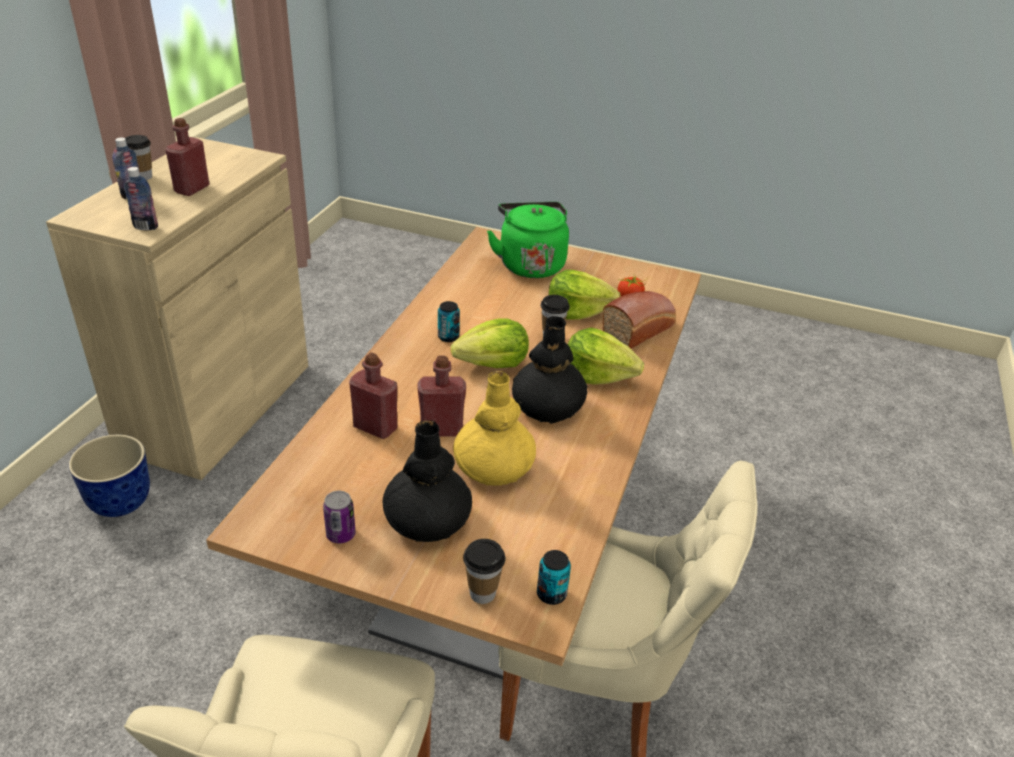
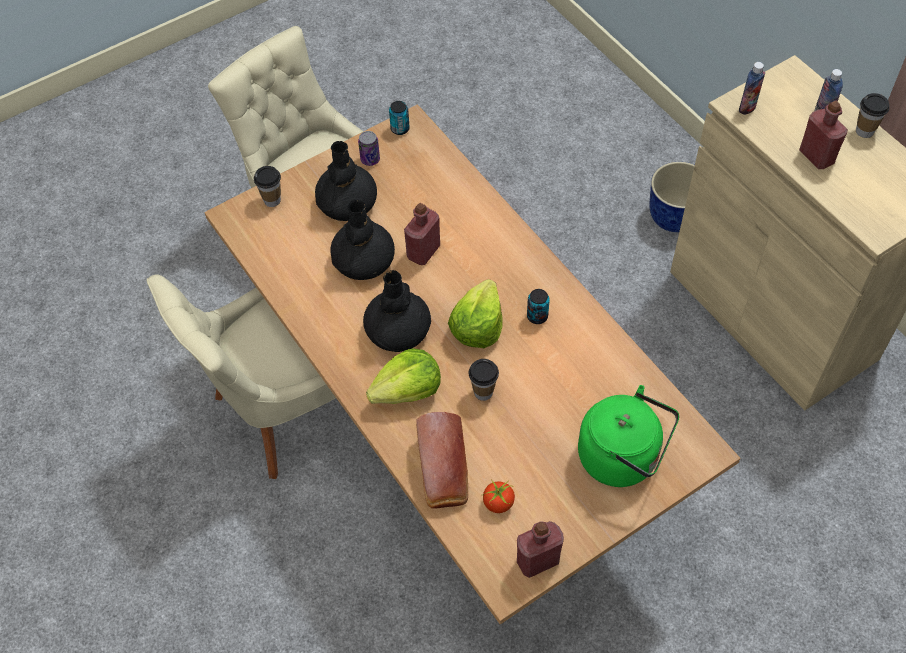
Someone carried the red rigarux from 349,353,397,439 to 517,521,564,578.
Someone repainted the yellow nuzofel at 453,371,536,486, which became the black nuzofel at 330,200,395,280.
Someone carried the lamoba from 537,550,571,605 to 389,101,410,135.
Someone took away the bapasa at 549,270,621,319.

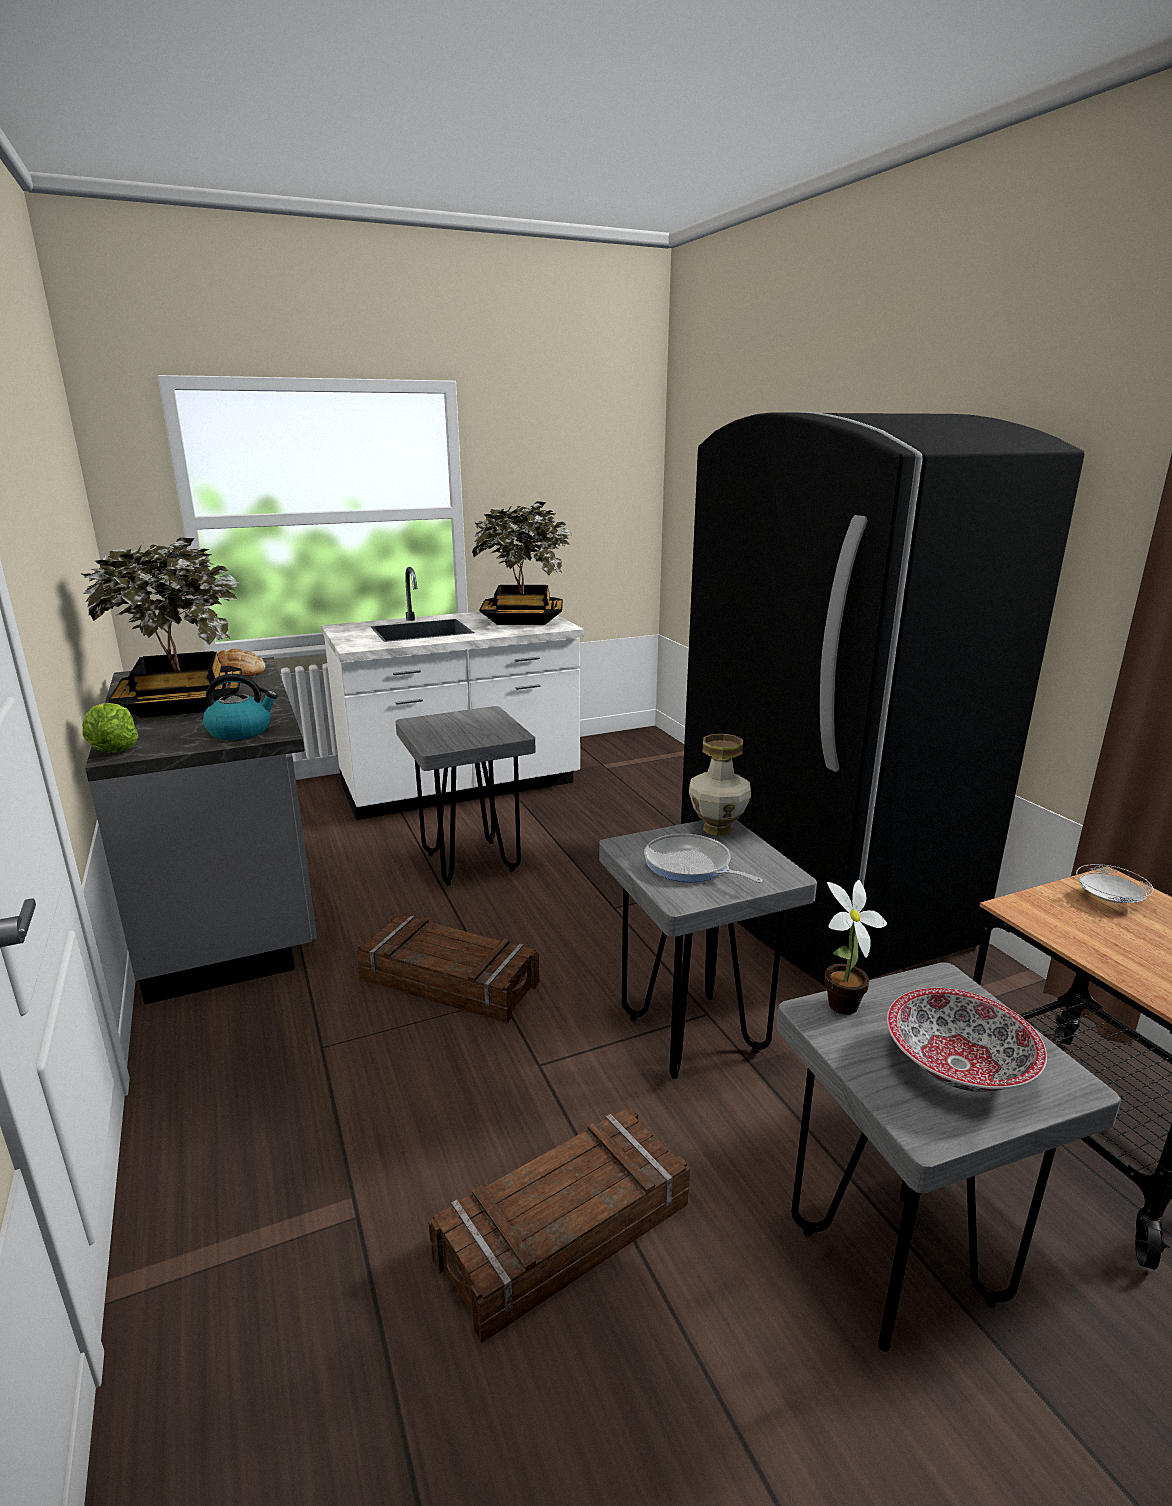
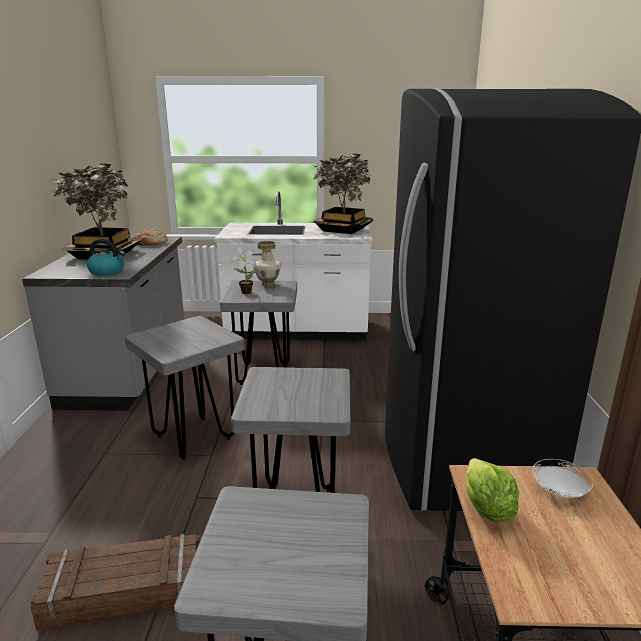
Someone carried the bapasa from 82,703,138,753 to 466,458,519,522.
Someone swapped the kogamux at 357,914,539,1023 for the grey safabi at 125,316,245,460.
Someone took away the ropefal at 644,834,763,883.
Someone carried the nuzofel from 689,734,751,836 to 253,241,281,287.
Someone carried the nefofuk from 824,880,887,1015 to 230,248,257,294.
Someone took away the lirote at 887,988,1047,1092.

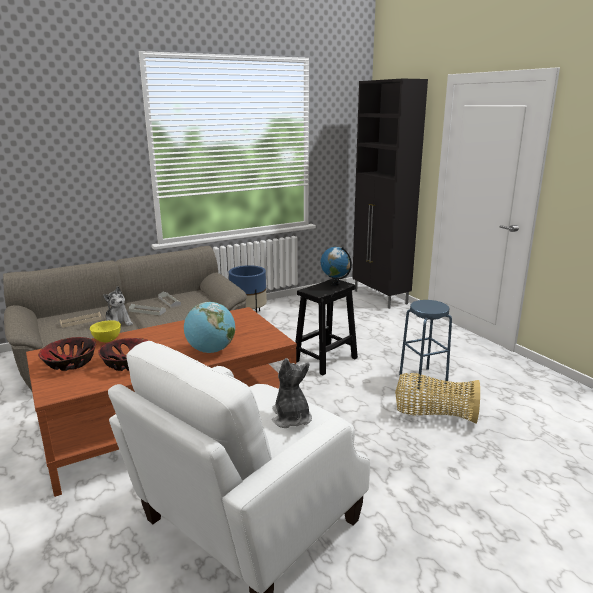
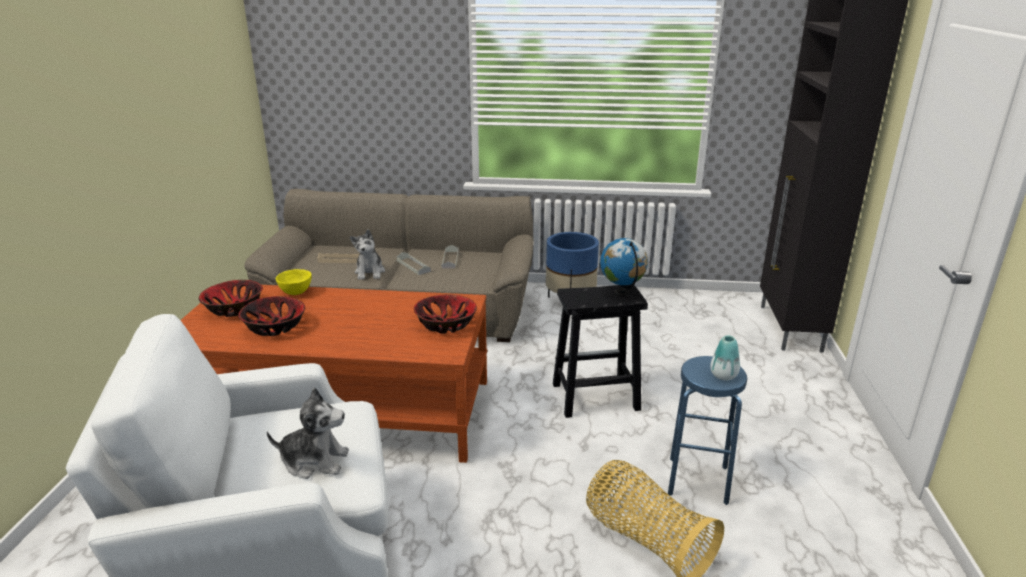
Someone took away the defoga at 184,302,235,353.
Someone rotated the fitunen at 272,358,312,428 by 75 degrees clockwise.
Someone put down the lirote at 414,295,477,334.
Someone put down the nuzofel at 710,336,740,380.

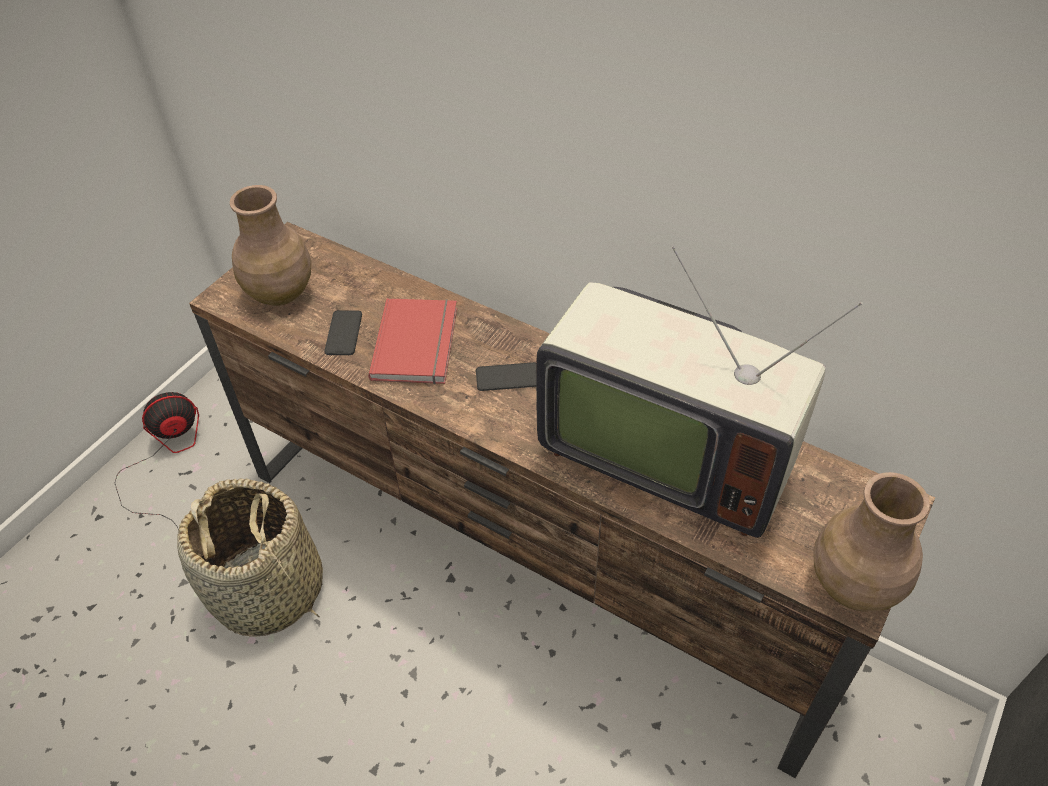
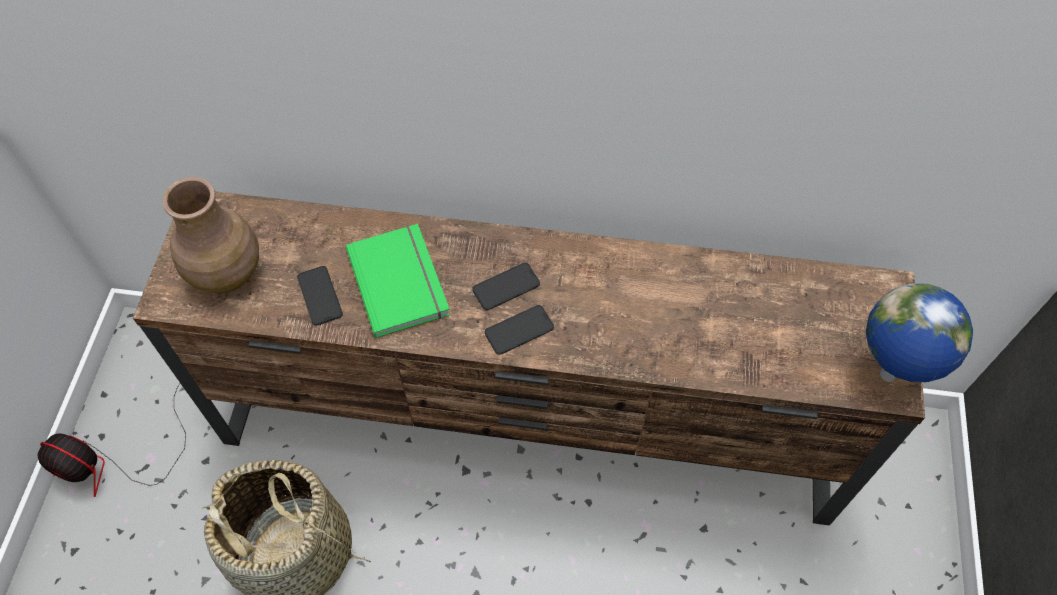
Someone rotated the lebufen at 115,392,199,530 by 105 degrees counterclockwise.
Someone repainted the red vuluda at 368,298,457,384, which became the green vuluda at 346,224,450,338.
Someone took away the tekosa at 536,246,863,538.
Someone swapped the brown nuzofel at 813,472,930,611 for the defoga at 866,283,973,382.
Someone put down the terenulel at 485,305,554,355.

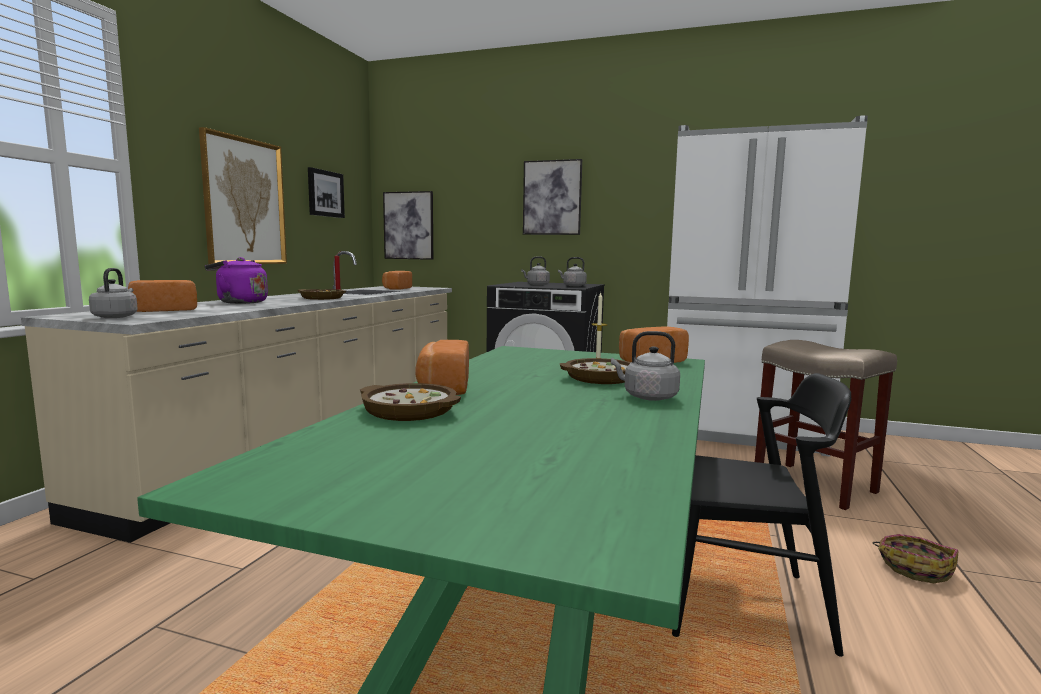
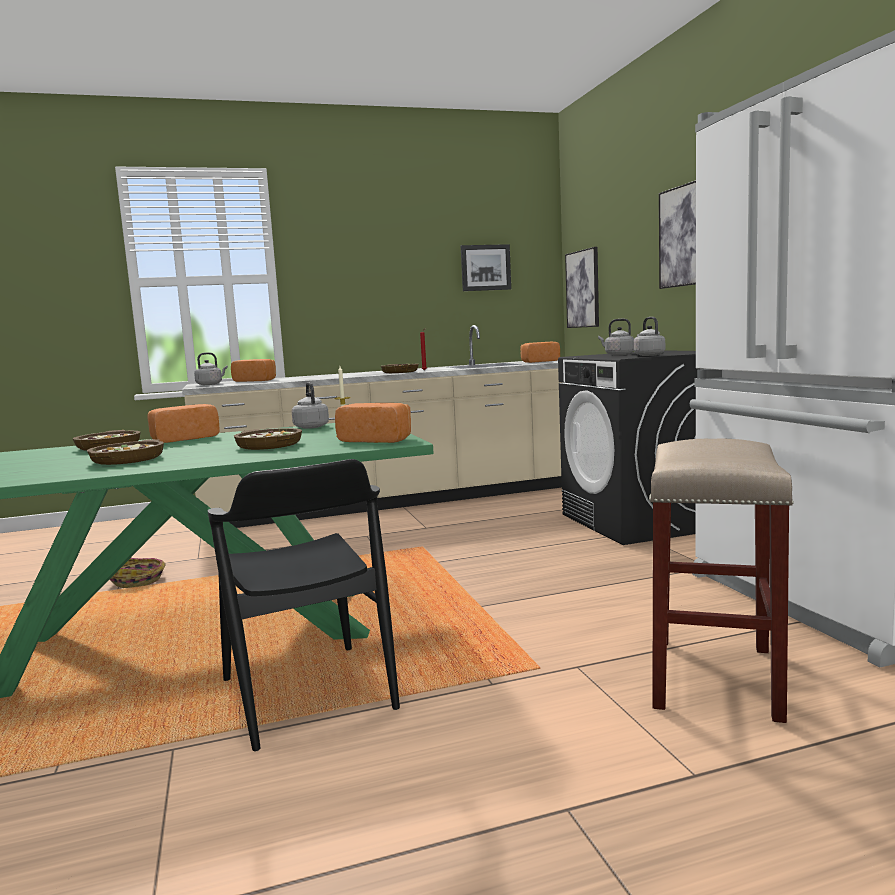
Someone took away the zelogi at 199,127,287,264.
Someone took away the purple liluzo at 205,257,268,304.
Someone carried the grey liluzo from 611,331,680,401 to 292,382,329,429.
Someone carried the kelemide from 873,534,959,583 to 109,558,166,588.
Someone put down the lirote at 87,439,164,465.

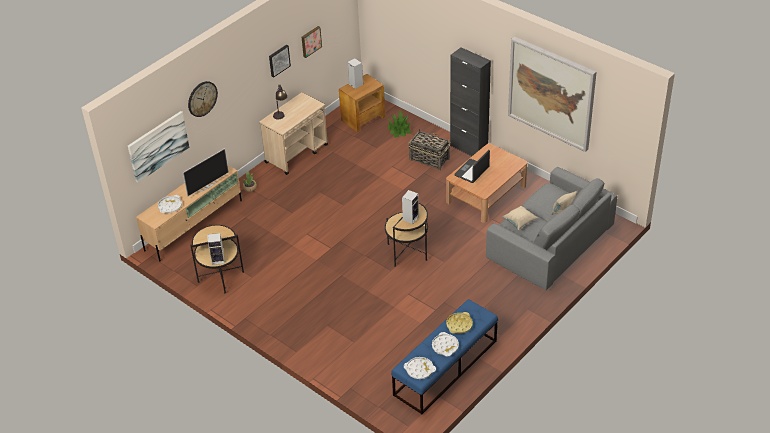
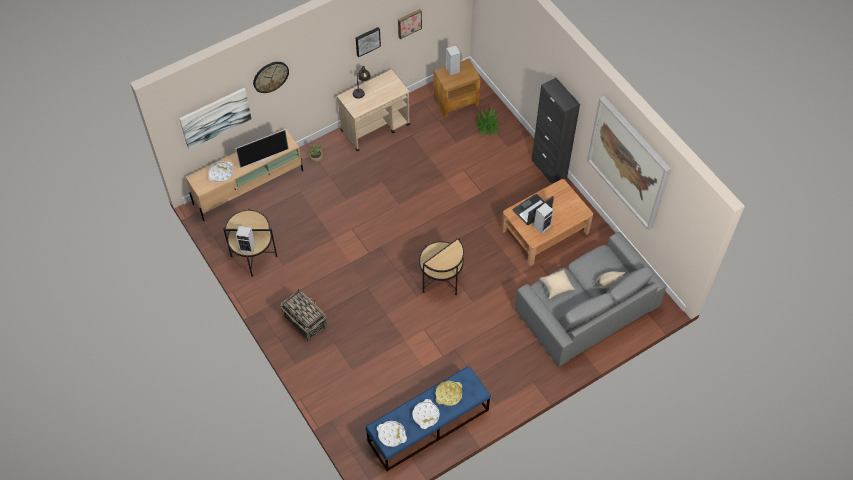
Someone carried the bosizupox from 402,190,419,224 to 534,203,554,234.
Someone carried the kelemide from 408,129,451,170 to 280,289,327,342.

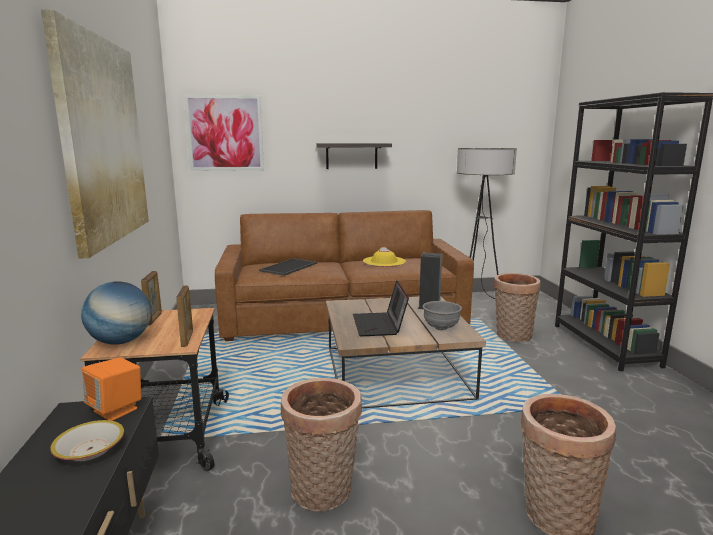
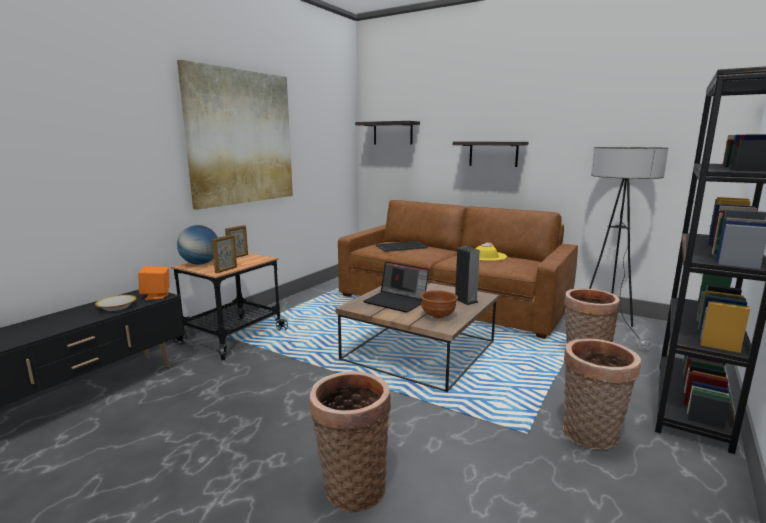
Someone swapped the zelogi at 184,95,264,171 for the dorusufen at 355,121,420,145.
Someone carried the kelemide from 281,378,362,511 to 563,338,641,450.
Someone rotated the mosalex at 353,280,409,336 by 90 degrees counterclockwise.
Someone repainted the grey lirote at 423,301,462,330, which became the brown lirote at 420,290,458,319.

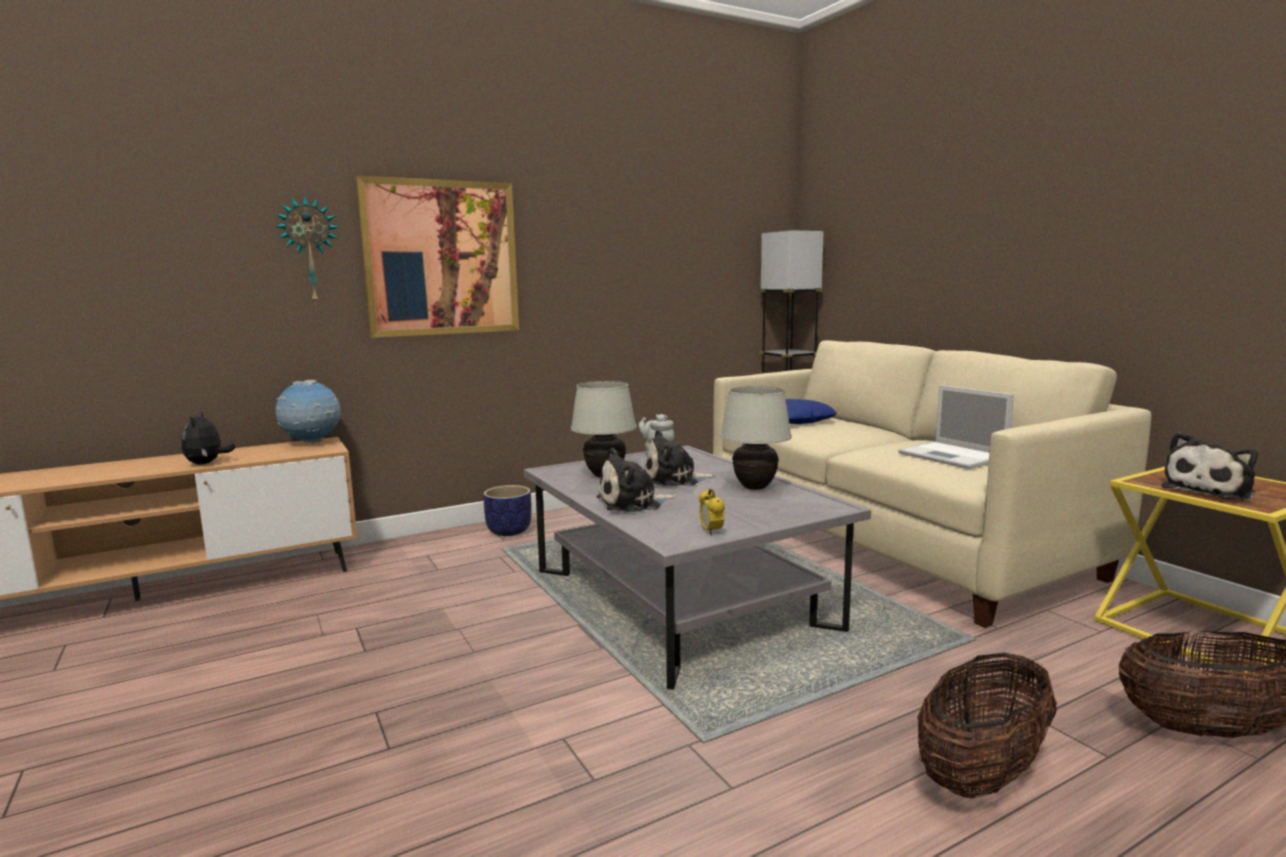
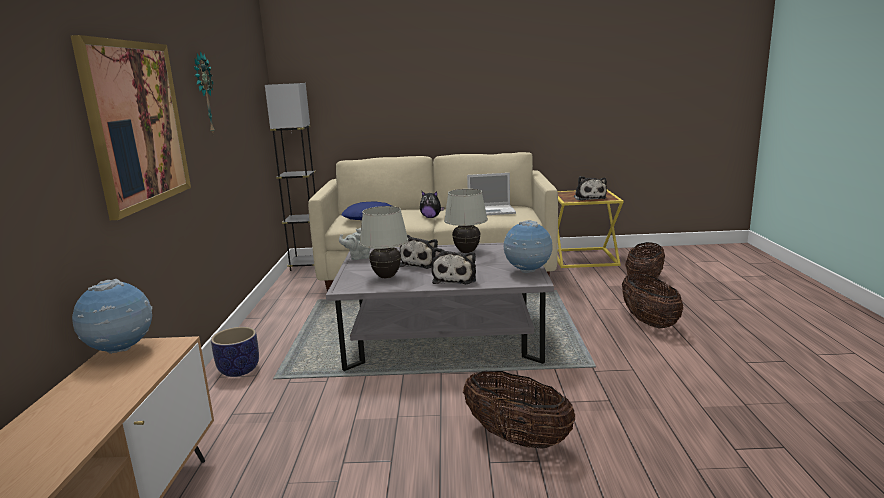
Someone carried the fitunen from 181,411,236,465 to 420,191,444,218.
Someone carried the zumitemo from 275,196,339,305 to 194,51,215,133.
Someone swapped the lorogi at 699,488,725,536 for the defoga at 504,220,552,273.
Someone put down the kelemide at 463,371,575,448.

